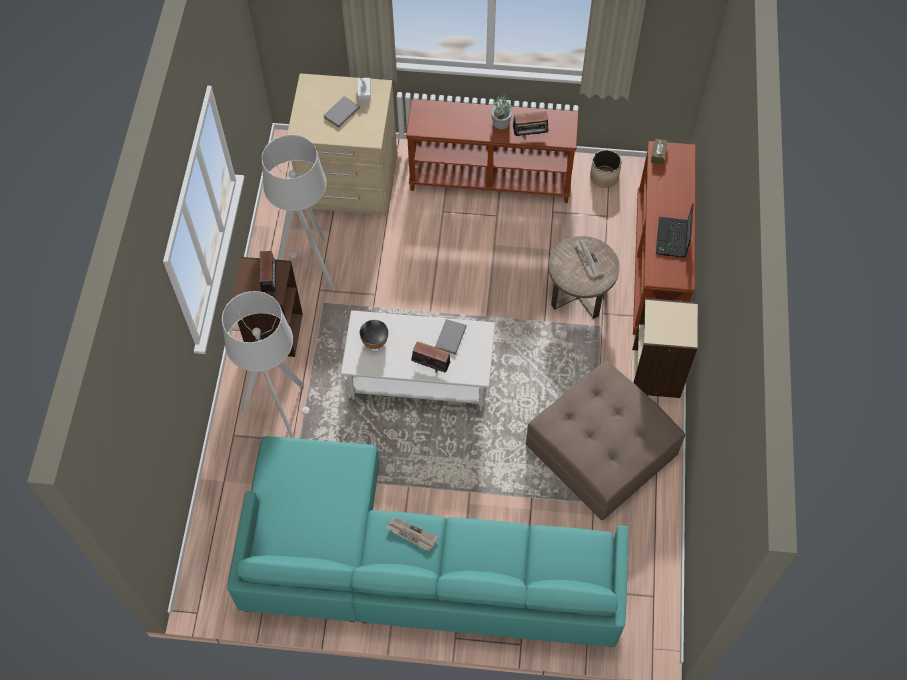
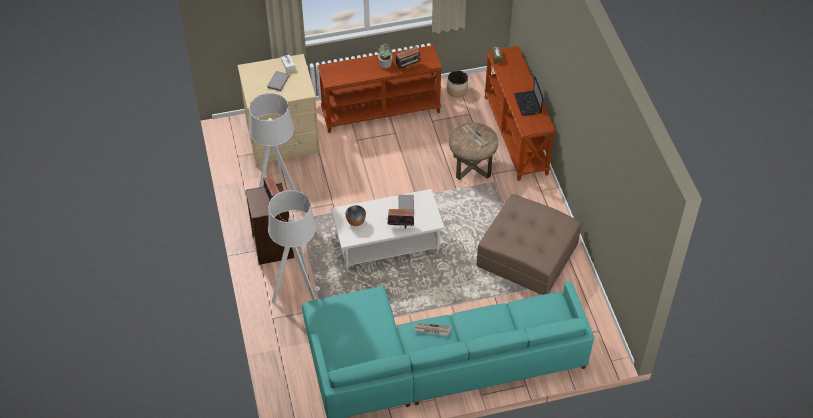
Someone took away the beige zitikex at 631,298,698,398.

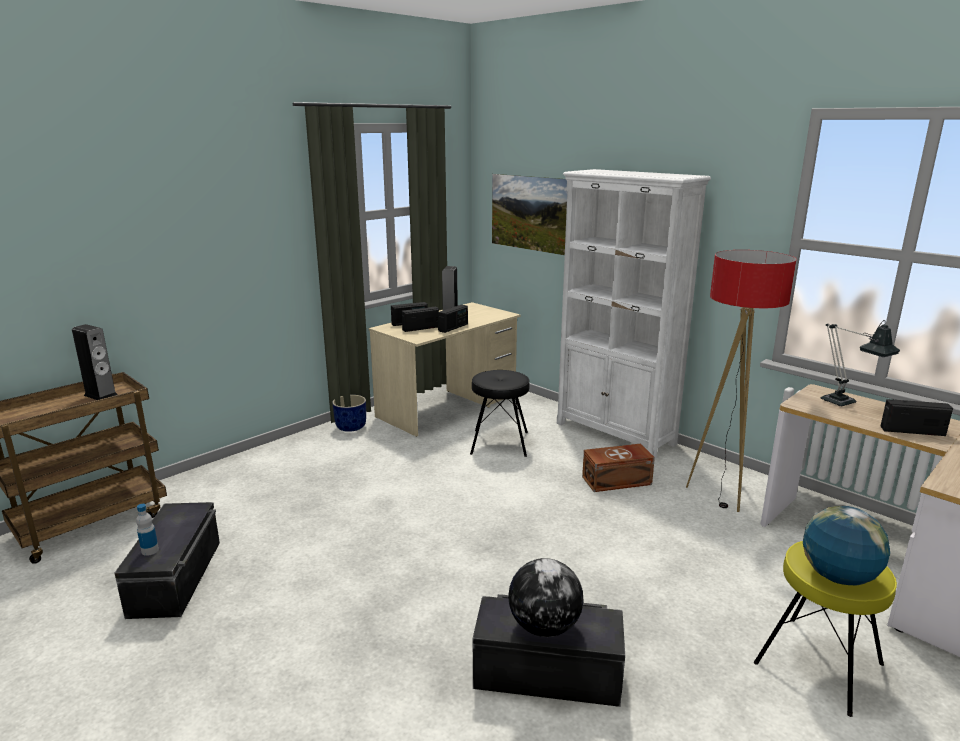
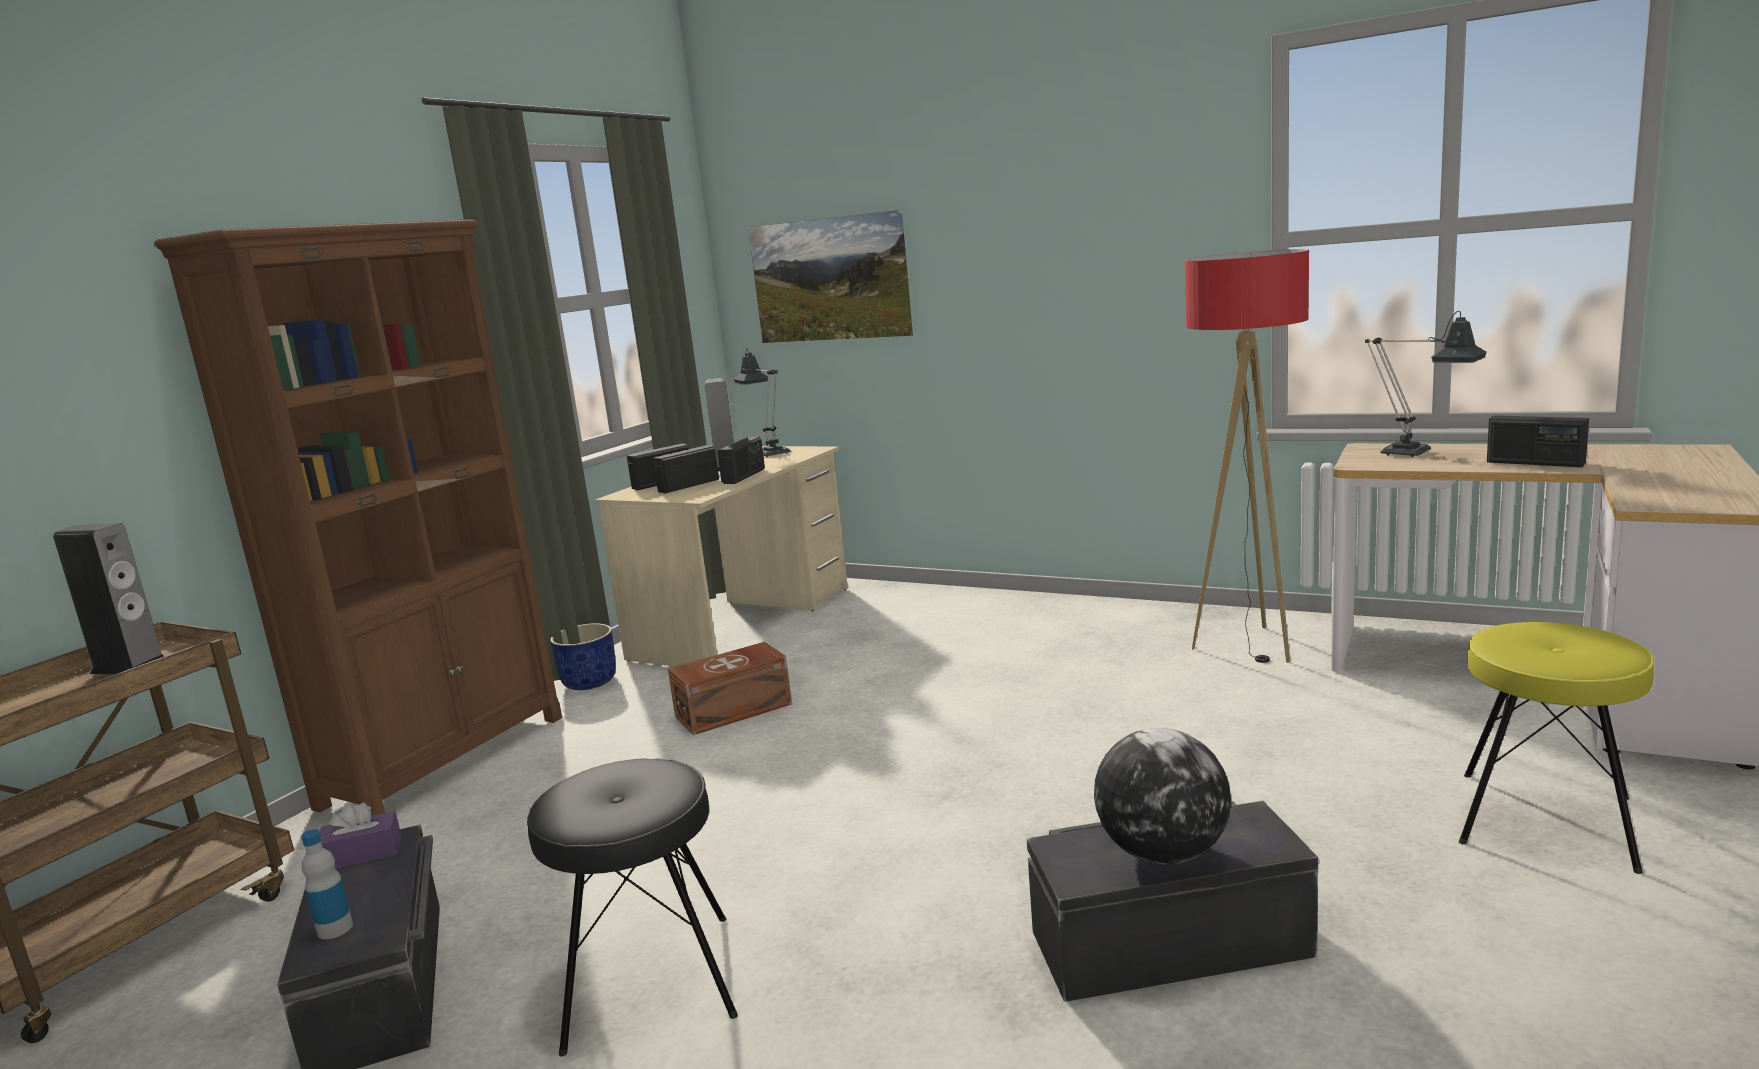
Someone carried the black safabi from 470,370,530,457 to 527,758,738,1057.
Someone took away the white zitikex at 557,169,711,458.
Someone carried the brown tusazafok from 582,444,655,492 to 668,642,792,735.
Someone took away the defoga at 803,506,890,586.
Someone rotated the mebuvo at 880,399,953,436 by 135 degrees counterclockwise.
Someone put down the brown zitikex at 154,219,562,816.
Someone put down the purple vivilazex at 320,802,401,869.
Someone put down the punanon at 734,348,791,457.

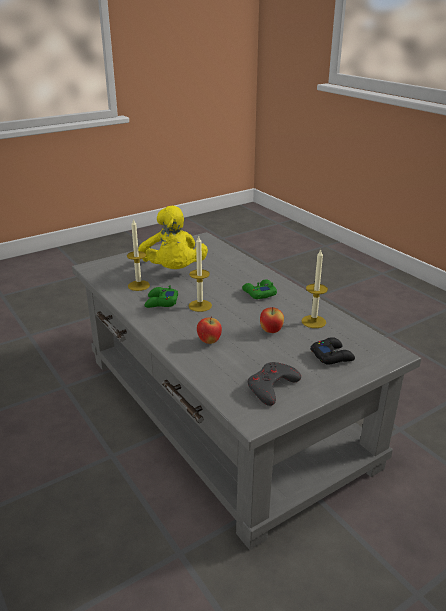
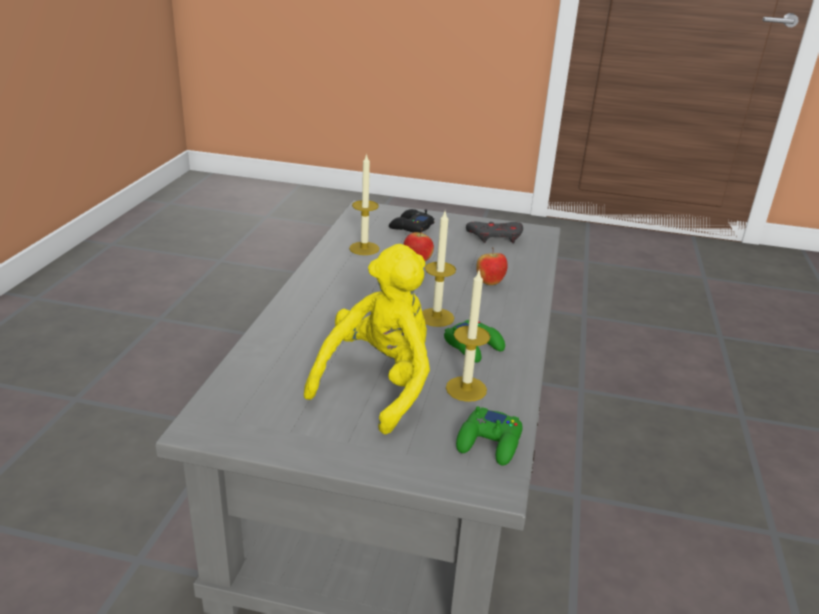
Someone carried the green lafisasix from 242,279,277,299 to 456,406,522,466.

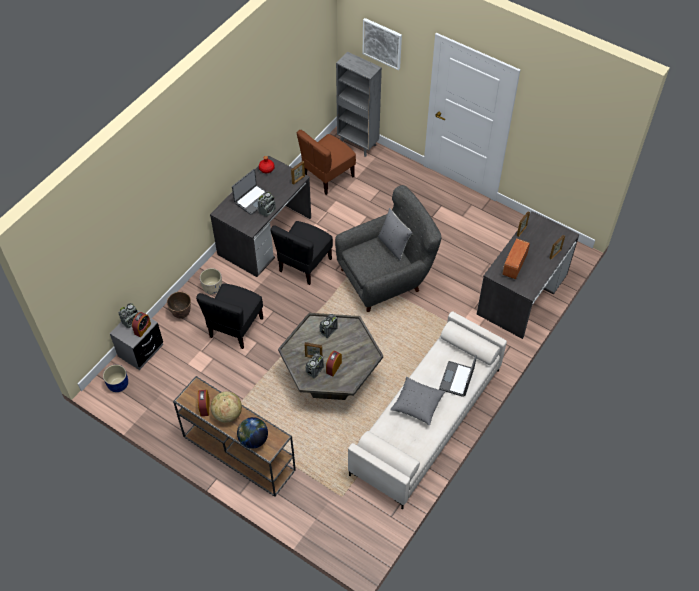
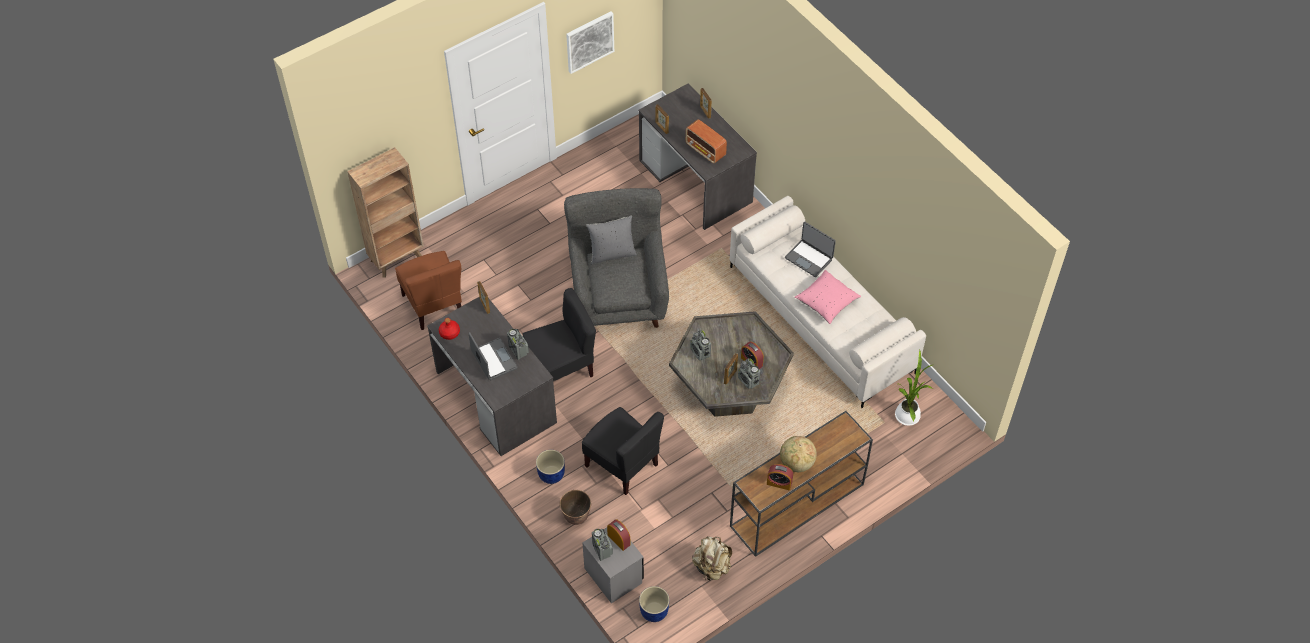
Someone repainted the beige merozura at 200,268,222,294, which became the blue merozura at 536,450,565,484.
Someone took away the defoga at 237,417,268,449.
Someone rotated the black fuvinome at 270,221,333,285 by 75 degrees counterclockwise.
Someone repainted the grey zitikex at 336,52,382,157, which became the brown zitikex at 347,147,424,278.
Someone carried the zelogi from 363,18,402,70 to 566,11,614,74.
Someone repainted the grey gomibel at 390,377,445,426, which became the pink gomibel at 795,270,861,324.
Someone put down the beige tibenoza at 692,537,732,581.
Someone put down the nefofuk at 895,350,934,426.

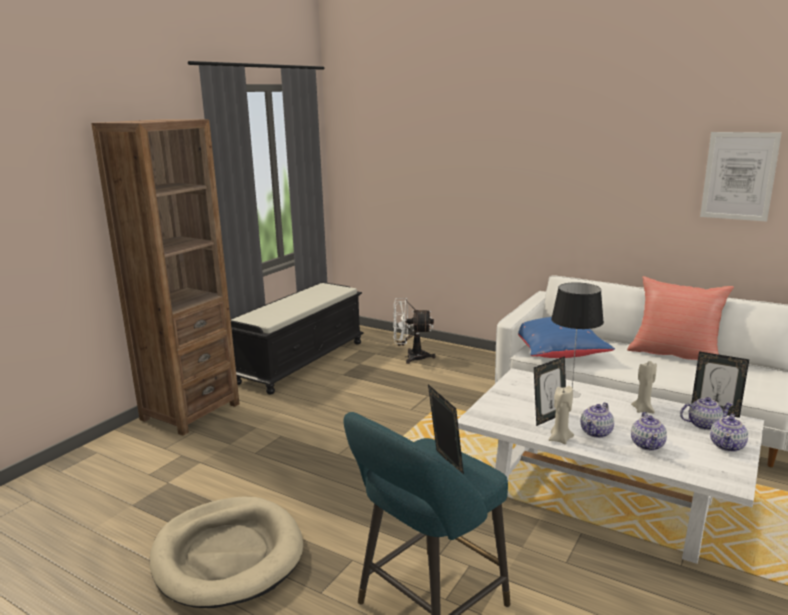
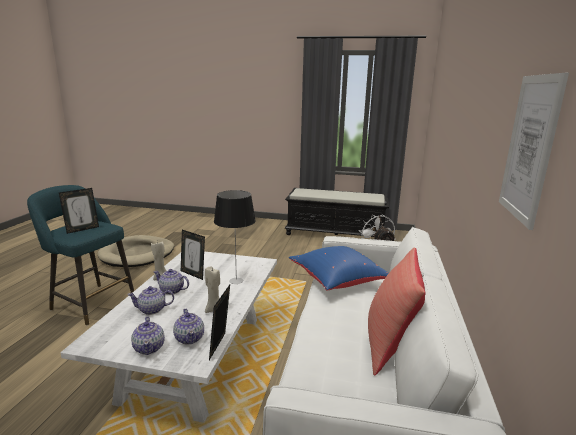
Someone took away the brown zitikex at 91,119,240,436.
Someone rotated the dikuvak at 710,414,748,452 by 120 degrees counterclockwise.

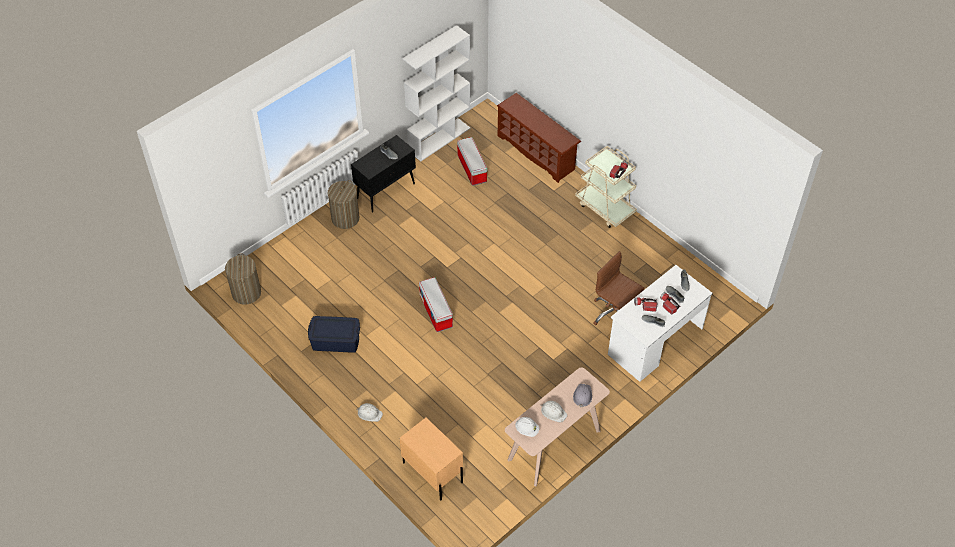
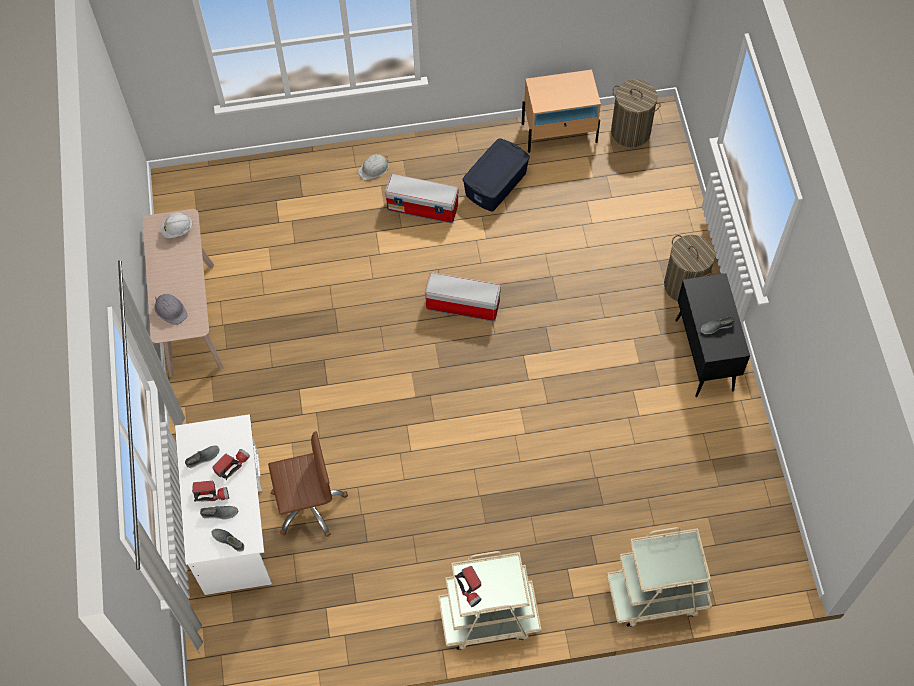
Someone carried the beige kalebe from 400,418,463,500 to 522,70,601,153.
Someone took away the white zitikex at 402,25,471,161.
Someone carried the tusazafok from 457,137,487,186 to 385,174,459,223.
Someone swapped the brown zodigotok at 497,93,581,183 for the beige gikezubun at 607,527,712,627.
Someone took away the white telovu at 541,401,567,423.

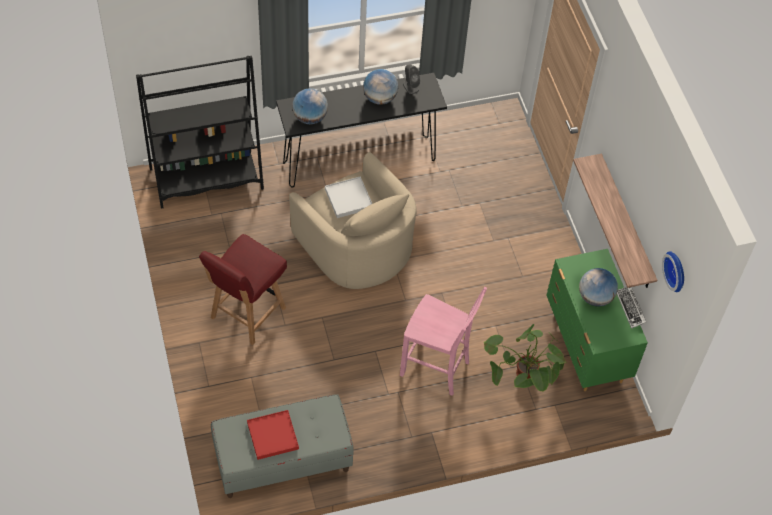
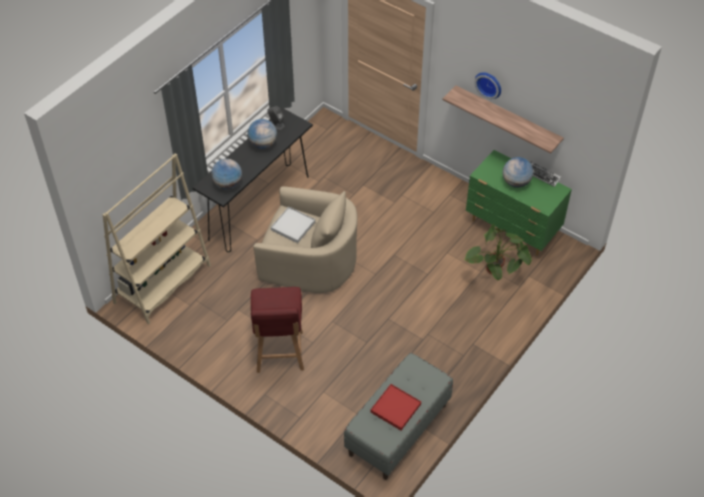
Someone repainted the black zitikex at 136,56,264,209, which became the beige zitikex at 103,154,211,324.
Someone took away the pink fuvinome at 400,287,487,396.
Someone carried the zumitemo from 662,251,684,292 to 475,72,501,99.

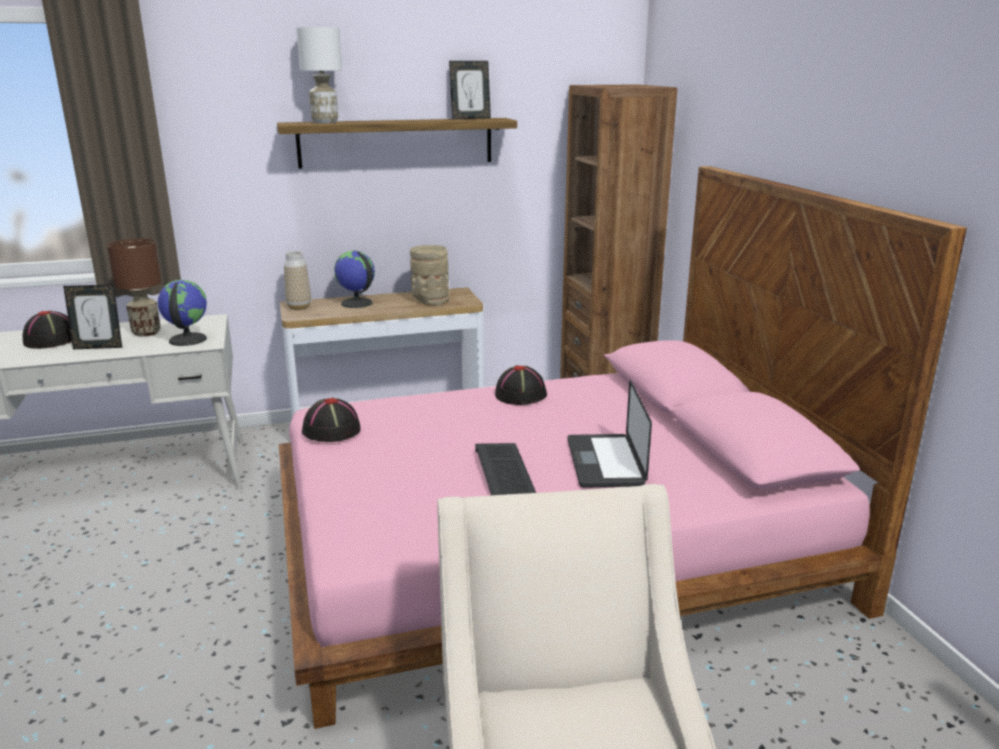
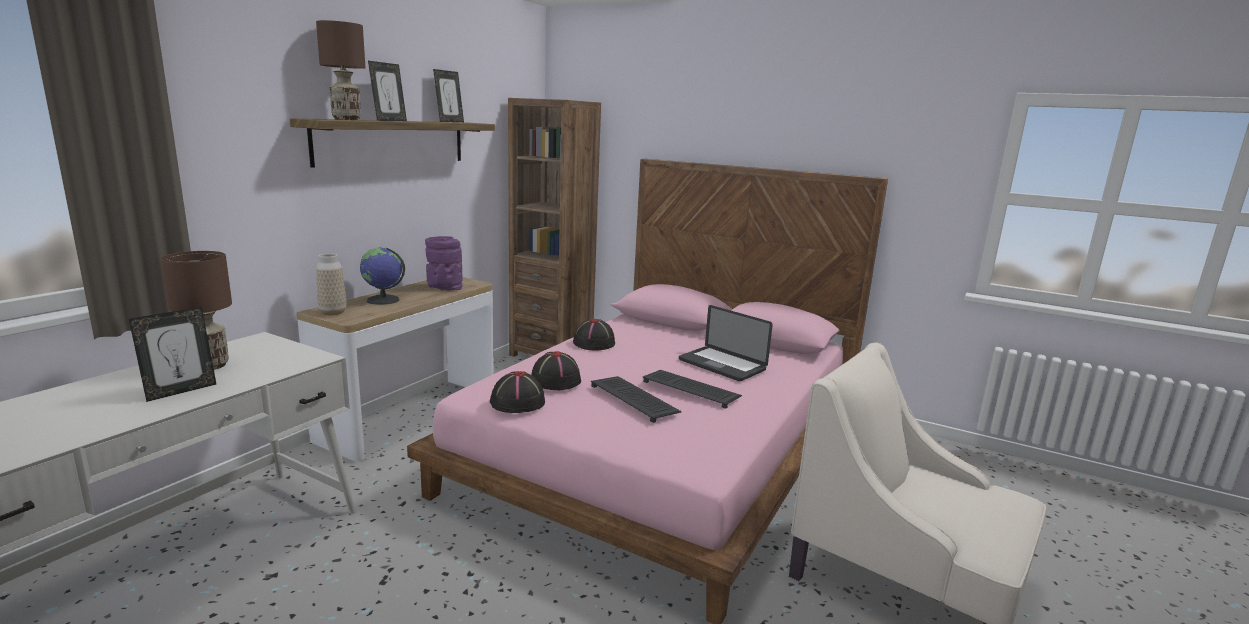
Someone carried the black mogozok from 23,311,72,349 to 531,351,581,390.
Someone took away the defoga at 158,280,207,346.
Someone repainted the white punanon at 296,27,342,123, which became the brown punanon at 316,20,366,120.
Someone repainted the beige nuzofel at 410,245,449,306, which became the purple nuzofel at 425,236,463,291.
Someone put down the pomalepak at 368,61,407,121.
Someone put down the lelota at 591,376,682,423.

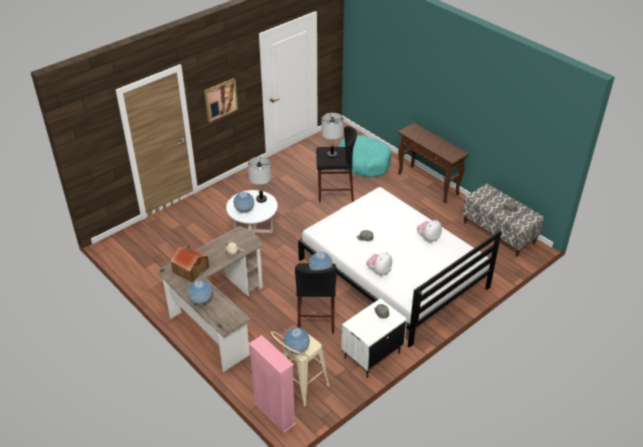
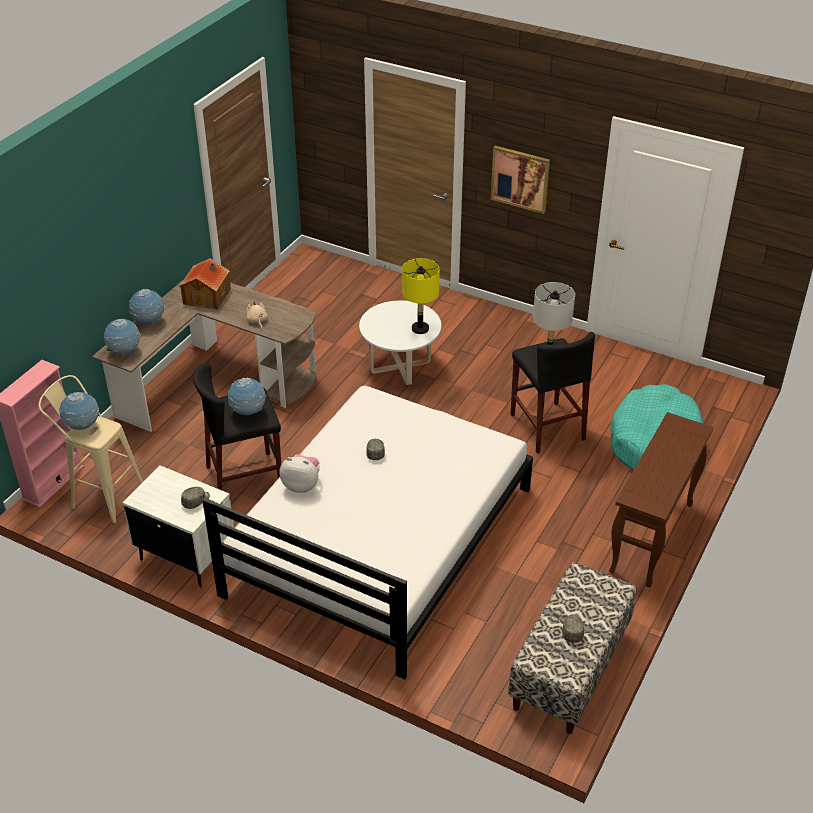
Someone carried the defoga from 234,192,254,213 to 104,319,141,354.
Someone repainted the grey punanon at 248,157,271,203, which became the yellow punanon at 402,258,440,334.
Someone took away the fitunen at 417,220,442,242.

